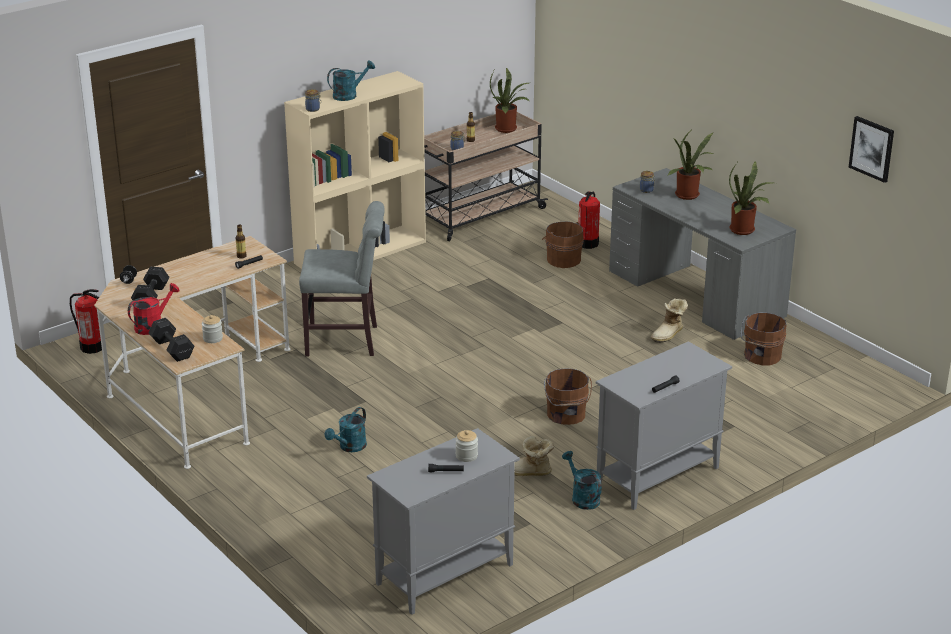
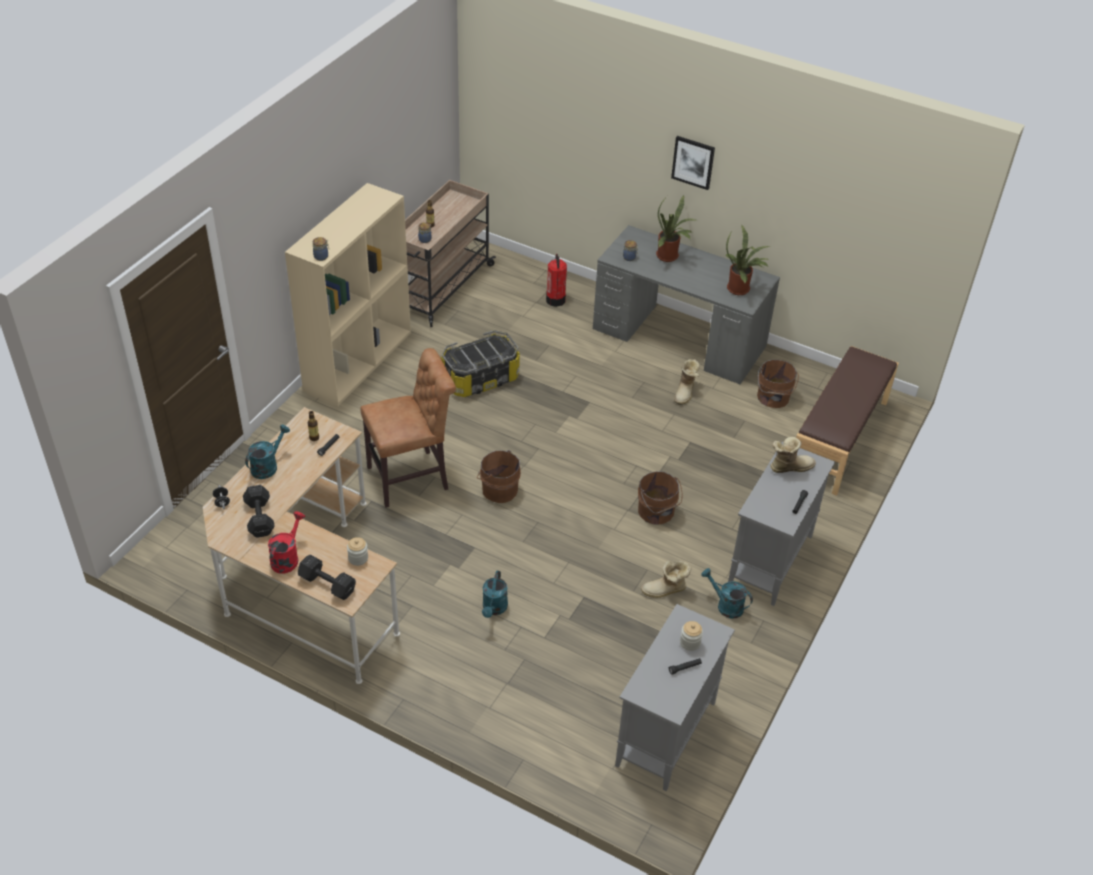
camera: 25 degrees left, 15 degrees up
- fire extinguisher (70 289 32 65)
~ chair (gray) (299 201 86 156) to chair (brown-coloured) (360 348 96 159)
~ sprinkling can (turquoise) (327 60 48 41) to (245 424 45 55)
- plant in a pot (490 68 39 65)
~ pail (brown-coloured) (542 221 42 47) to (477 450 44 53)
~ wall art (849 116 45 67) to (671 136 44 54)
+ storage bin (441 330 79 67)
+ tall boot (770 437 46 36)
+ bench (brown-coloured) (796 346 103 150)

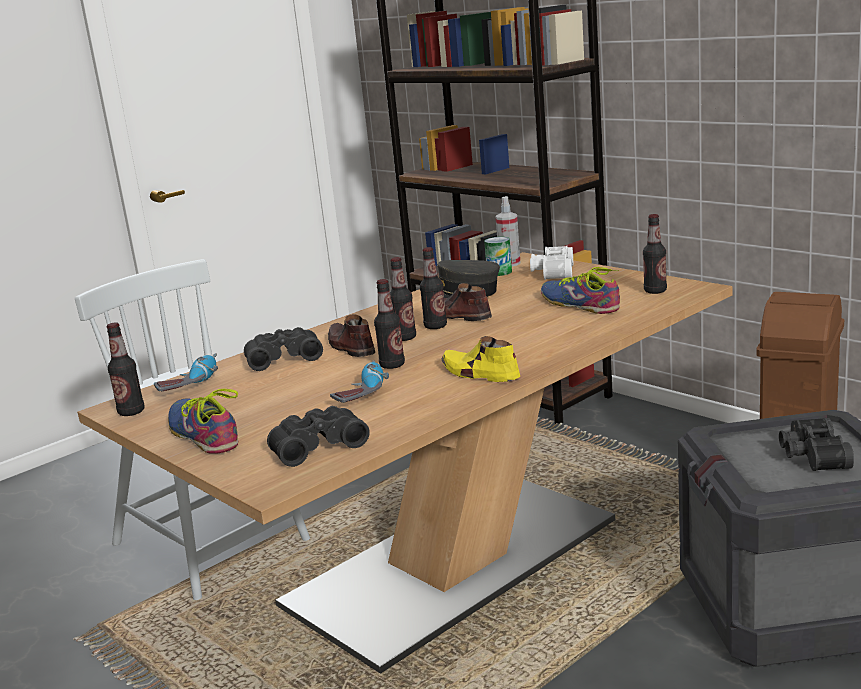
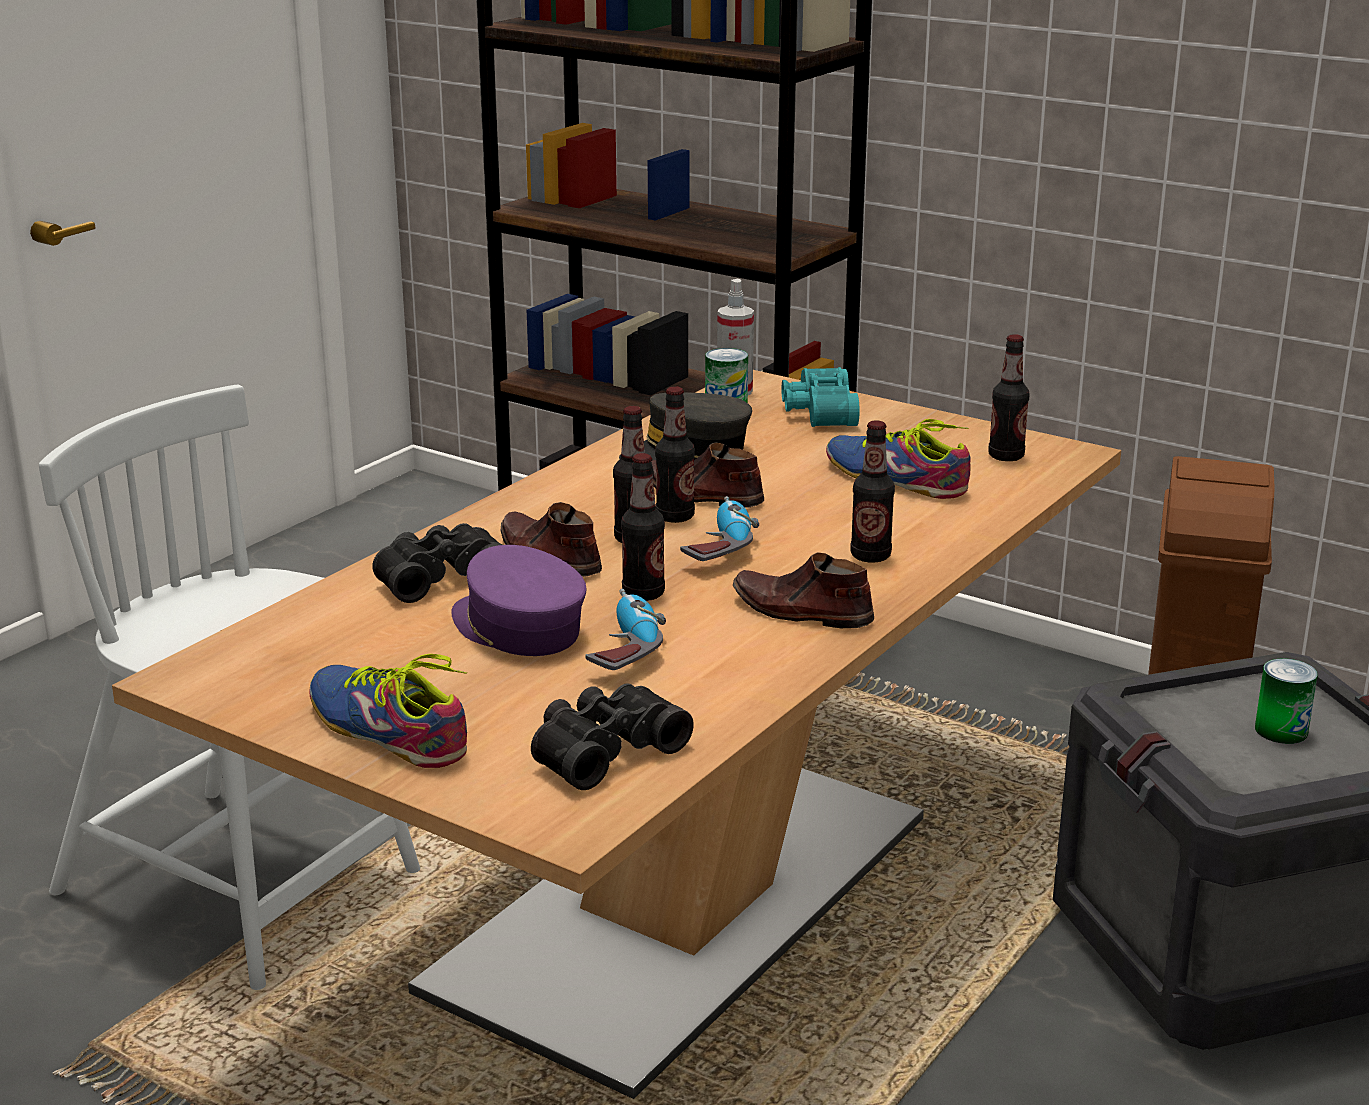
camera: 15 degrees left, 5 degrees up
~ beverage bottle (107 322 37 94) to (850 420 45 142)
~ drill (154 353 64 38) to (680 496 79 65)
~ item of footwear (yellowish) (441 336 79 46) to item of footwear (brown-coloured) (733 552 141 76)
~ field glasses (white-coloured) (530 246 43 34) to field glasses (turquoise) (782 367 78 60)
~ field glasses (black-coloured) (779 418 75 53) to sealed can (1255 659 63 85)
+ cap (purplish) (451 545 136 111)

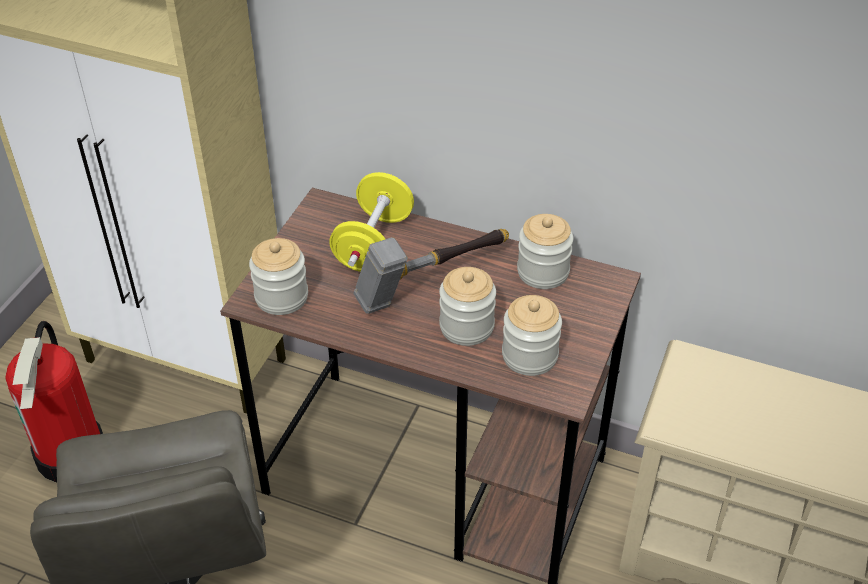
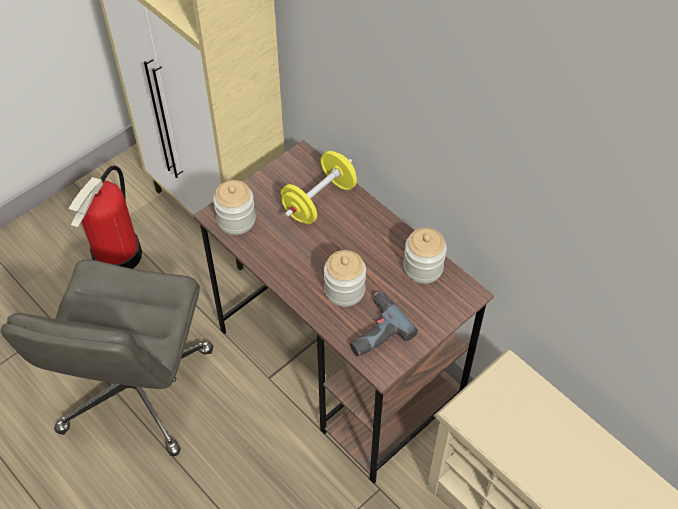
camera: 25 degrees right, 10 degrees up
- hammer (353 229 156 85)
~ jar (502 295 60 81) to drill (350 292 68 64)

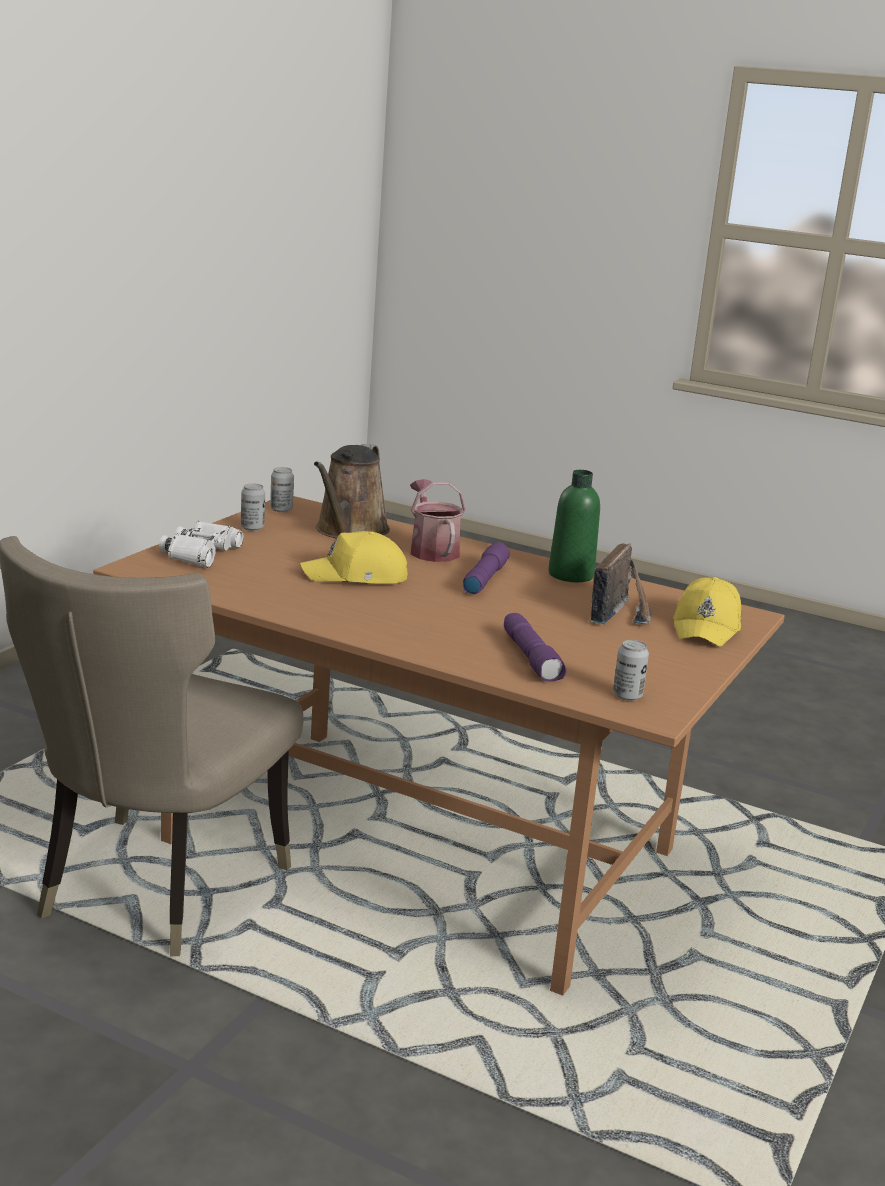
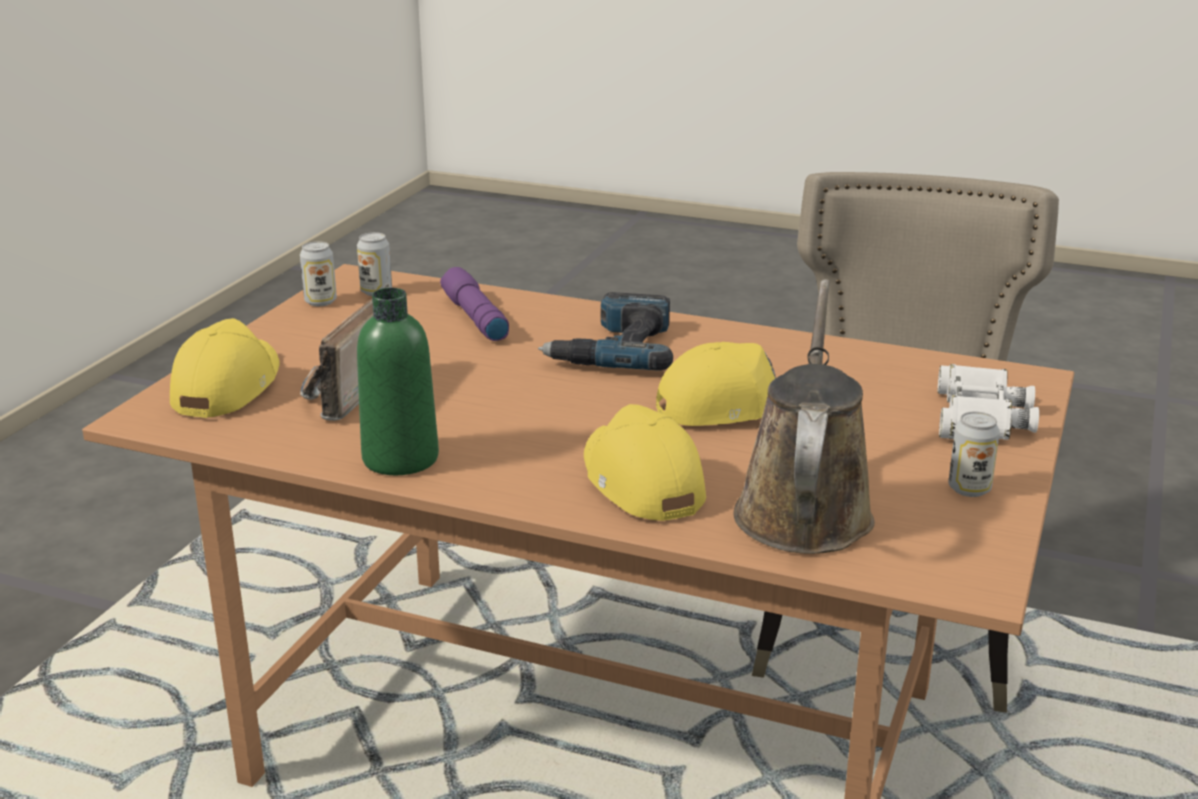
camera: 175 degrees right, 5 degrees up
~ sealed can (270 467 24 45) to (300 241 37 65)
~ sprinkling can (410 479 56 83) to cap (yellowish) (584 404 122 117)
- hand torch (purplish) (463 542 47 52)
+ drill (538 292 135 79)

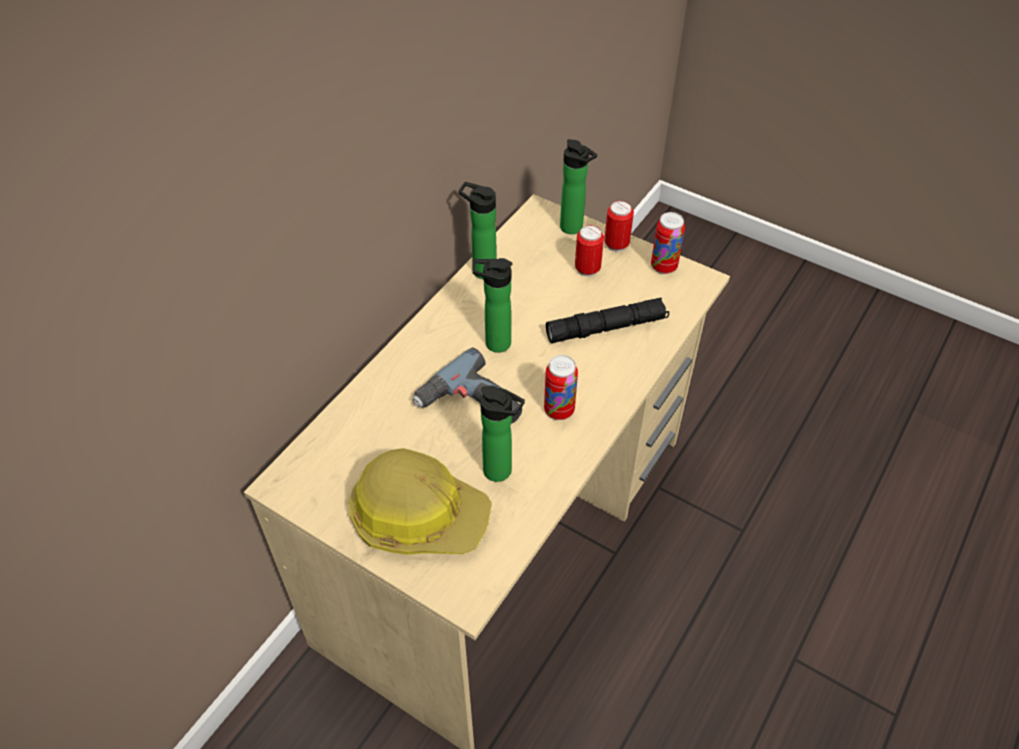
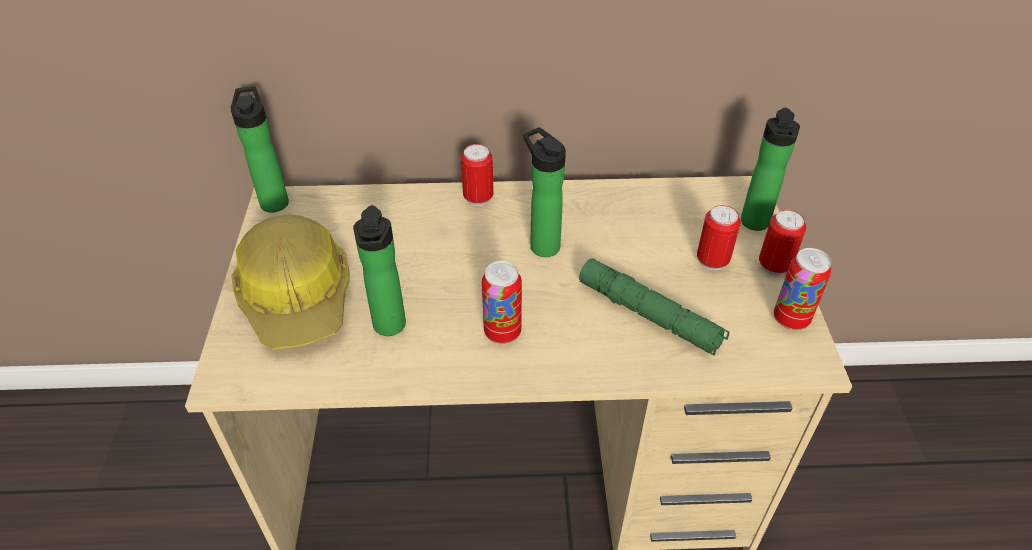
camera: 55 degrees right, 5 degrees down
- drill (413 347 109 77)
~ beverage bottle (459 182 38 97) to (231 86 58 127)
~ hand torch (black-coloured) (546 298 123 45) to hand torch (green-coloured) (579 258 151 98)
+ sealed can (461 144 33 62)

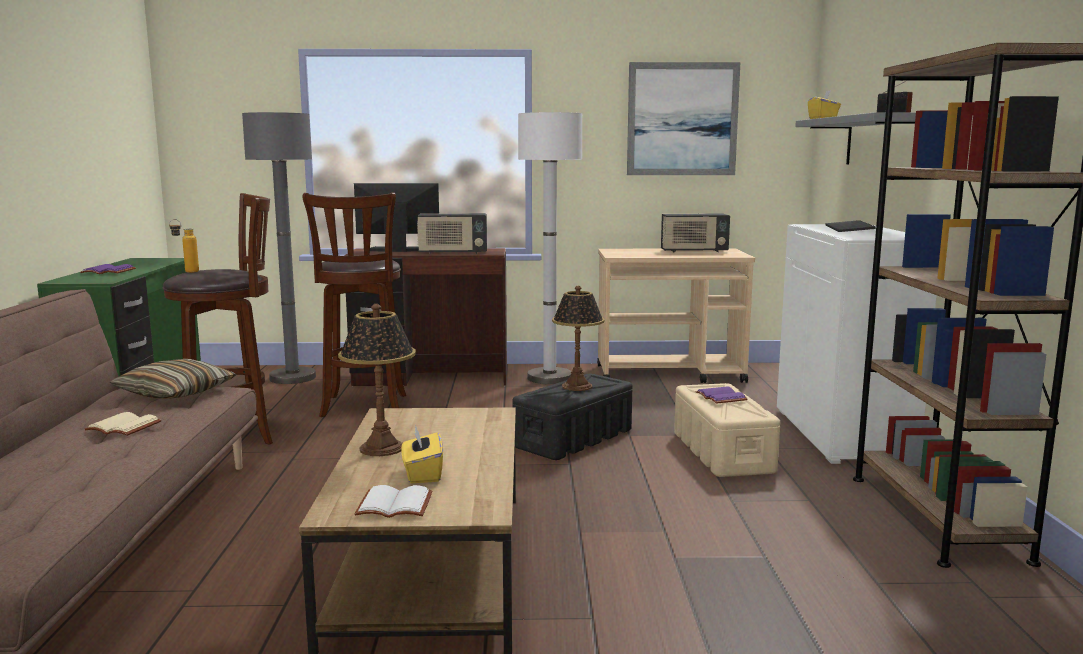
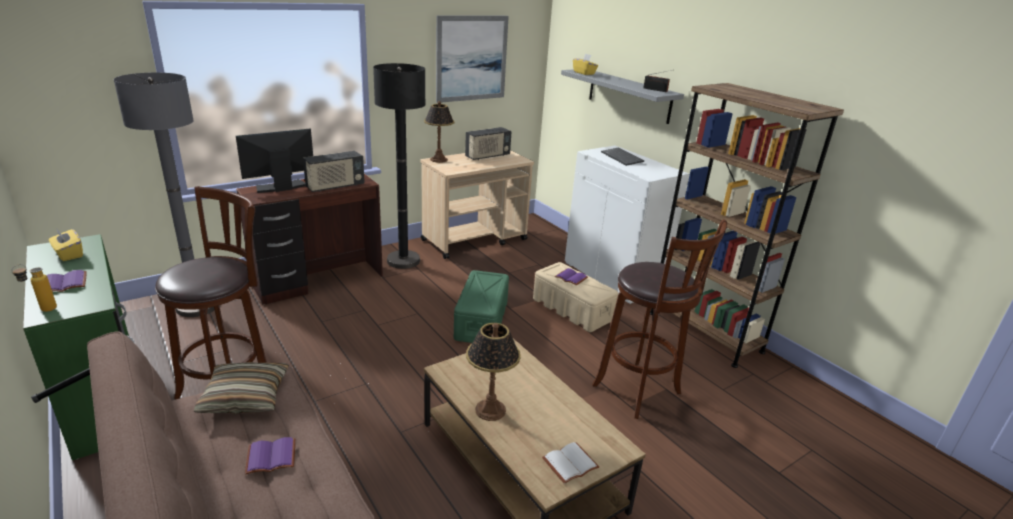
camera: 35 degrees left, 15 degrees up
~ bound book (beige) (85 412 77 24) to bound book (purplish) (245 437 50 38)
~ beverage bottle (169 219 30 54) to (11 264 46 48)
~ stool seat (brown-coloured) (302 192 104 225) to (592 219 135 200)
~ tissue holder (yellowish) (401 425 42 58) to (49 228 34 33)
~ storage bin (black-coloured) (512 374 121 86) to storage bin (green-coloured) (454 270 55 73)
~ standard lamp (white-coloured) (518 112 64 272) to standard lamp (black-coloured) (373 63 53 206)
~ table lamp (552 286 53 105) to (424 101 30 62)

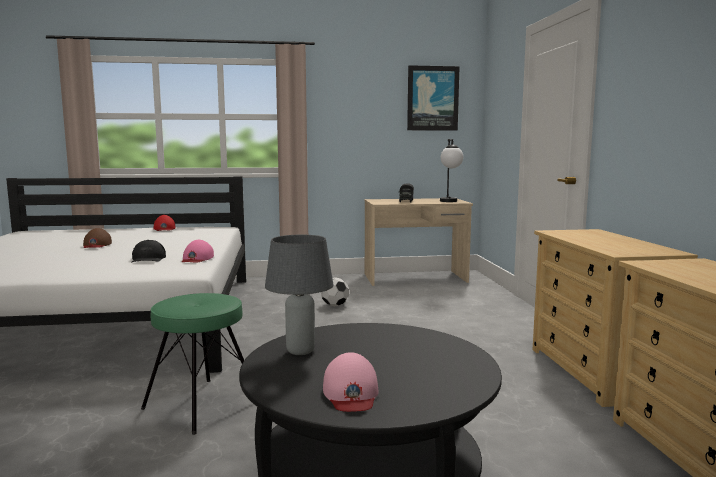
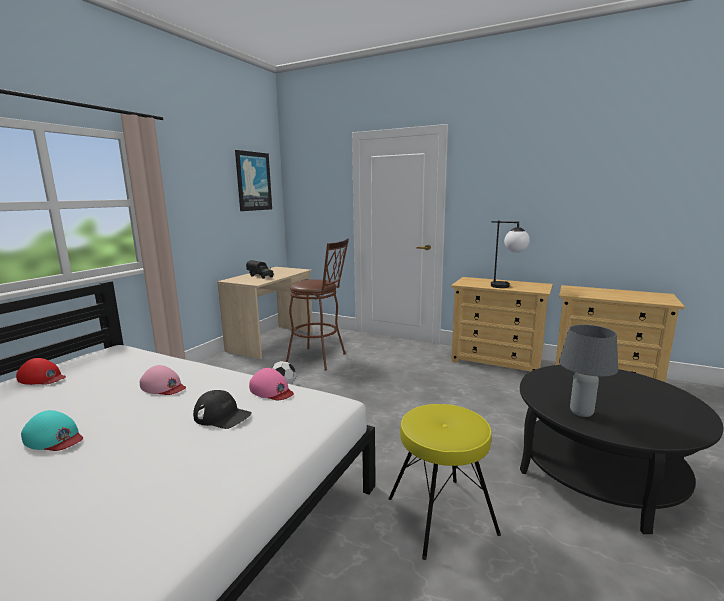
camera: 55 degrees left, 5 degrees up
~ cap (brown-coloured) (83 228 29 20) to cap (turquoise) (21 410 62 41)
~ stool seat (green-coloured) (141 293 103 142) to stool seat (yellowish) (388 404 113 156)
~ cap (pink-coloured) (323 352 56 60) to (140 365 46 30)
~ table lamp (440 139 23 63) to (491 221 39 67)
+ stool seat (brown-coloured) (286 238 63 133)

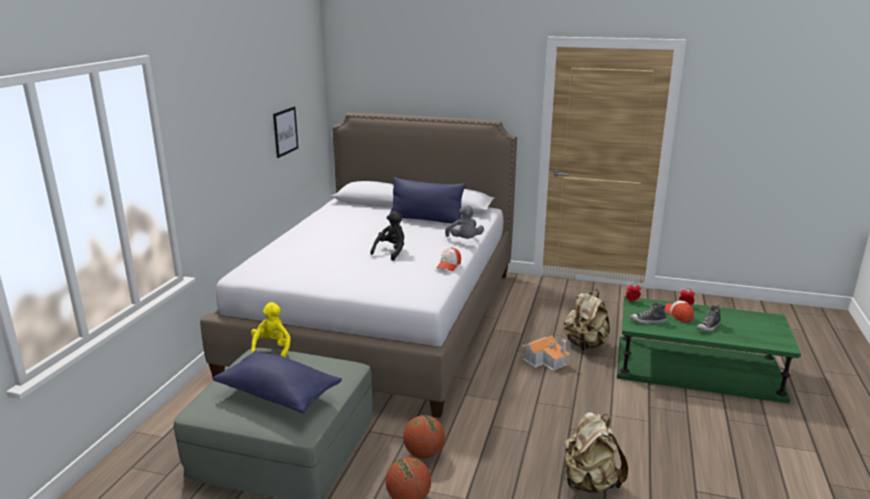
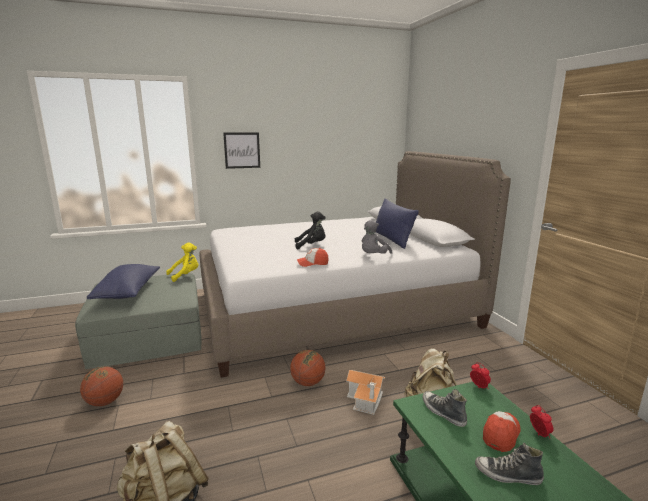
camera: 55 degrees right, 5 degrees down
~ wall art (273 107 25 51) to (223 133 37 36)
~ ball for basketball (403 415 42 43) to (290 350 36 36)

